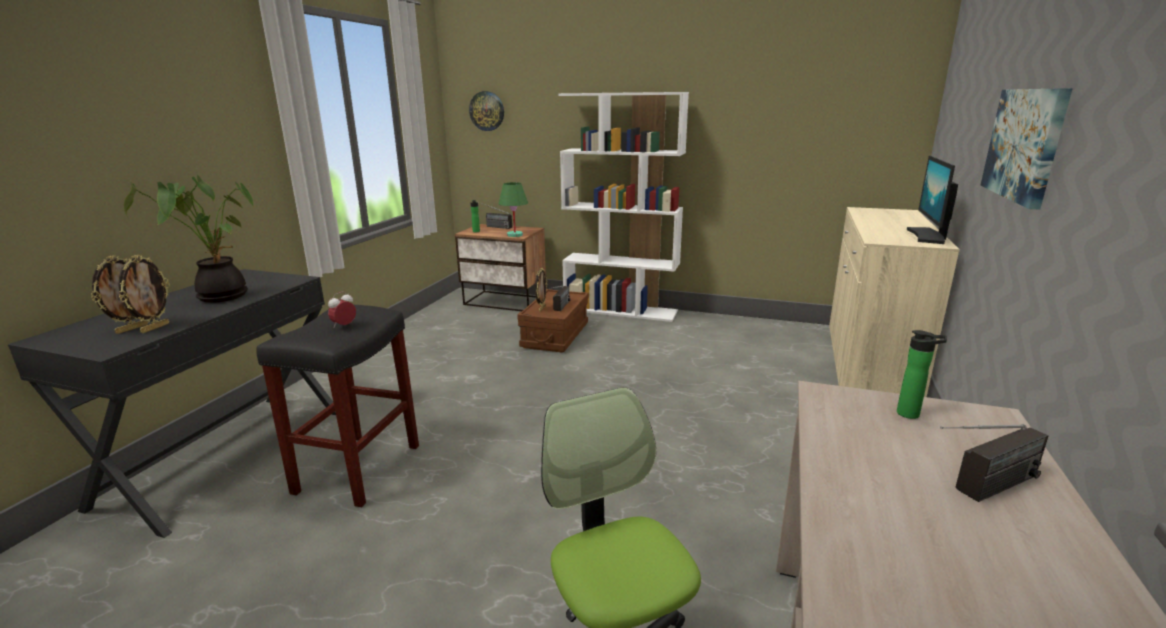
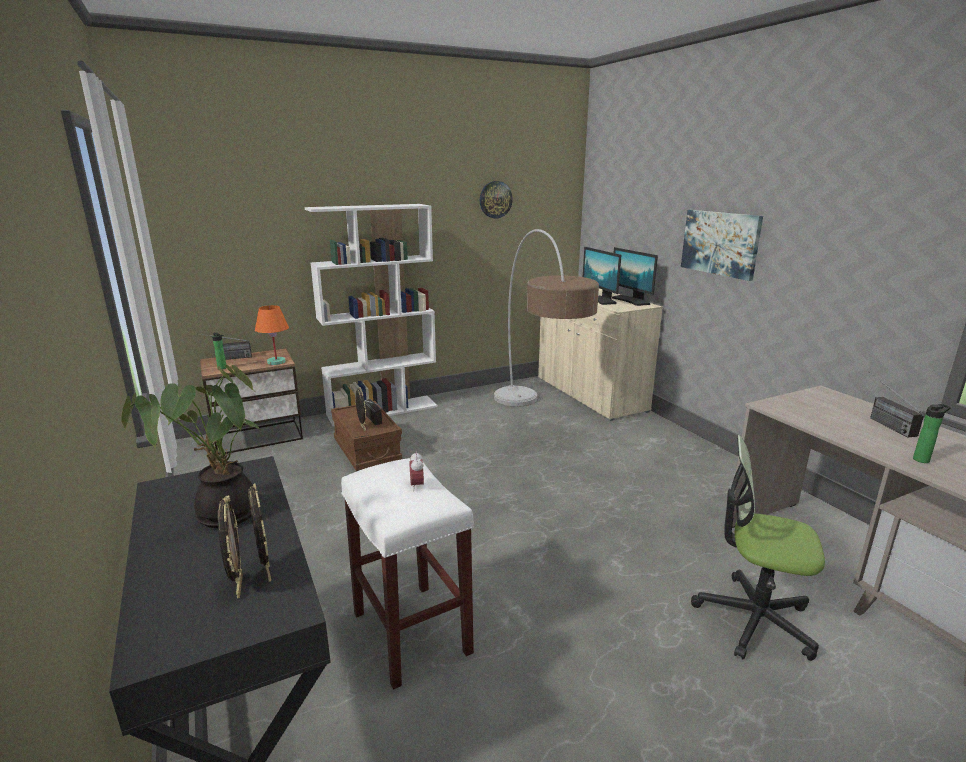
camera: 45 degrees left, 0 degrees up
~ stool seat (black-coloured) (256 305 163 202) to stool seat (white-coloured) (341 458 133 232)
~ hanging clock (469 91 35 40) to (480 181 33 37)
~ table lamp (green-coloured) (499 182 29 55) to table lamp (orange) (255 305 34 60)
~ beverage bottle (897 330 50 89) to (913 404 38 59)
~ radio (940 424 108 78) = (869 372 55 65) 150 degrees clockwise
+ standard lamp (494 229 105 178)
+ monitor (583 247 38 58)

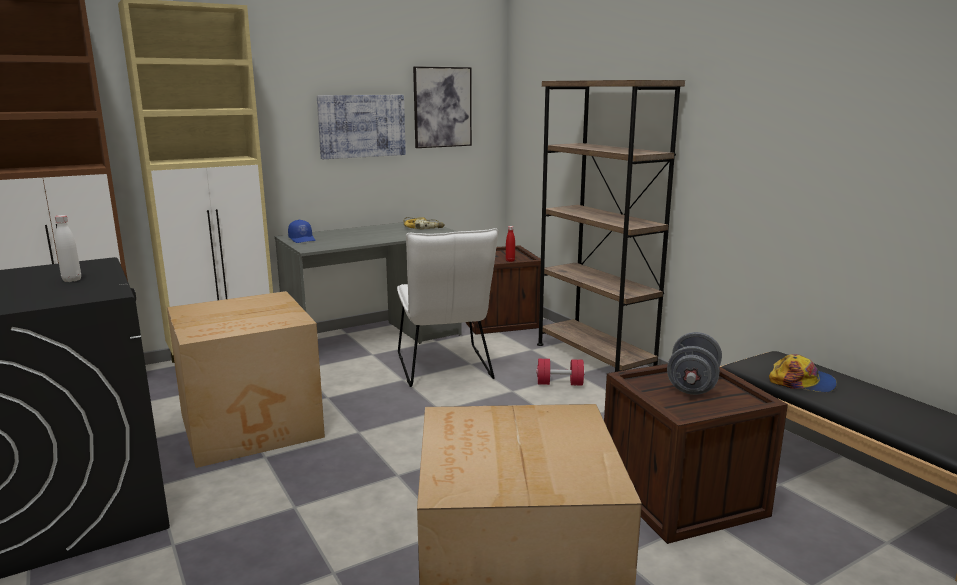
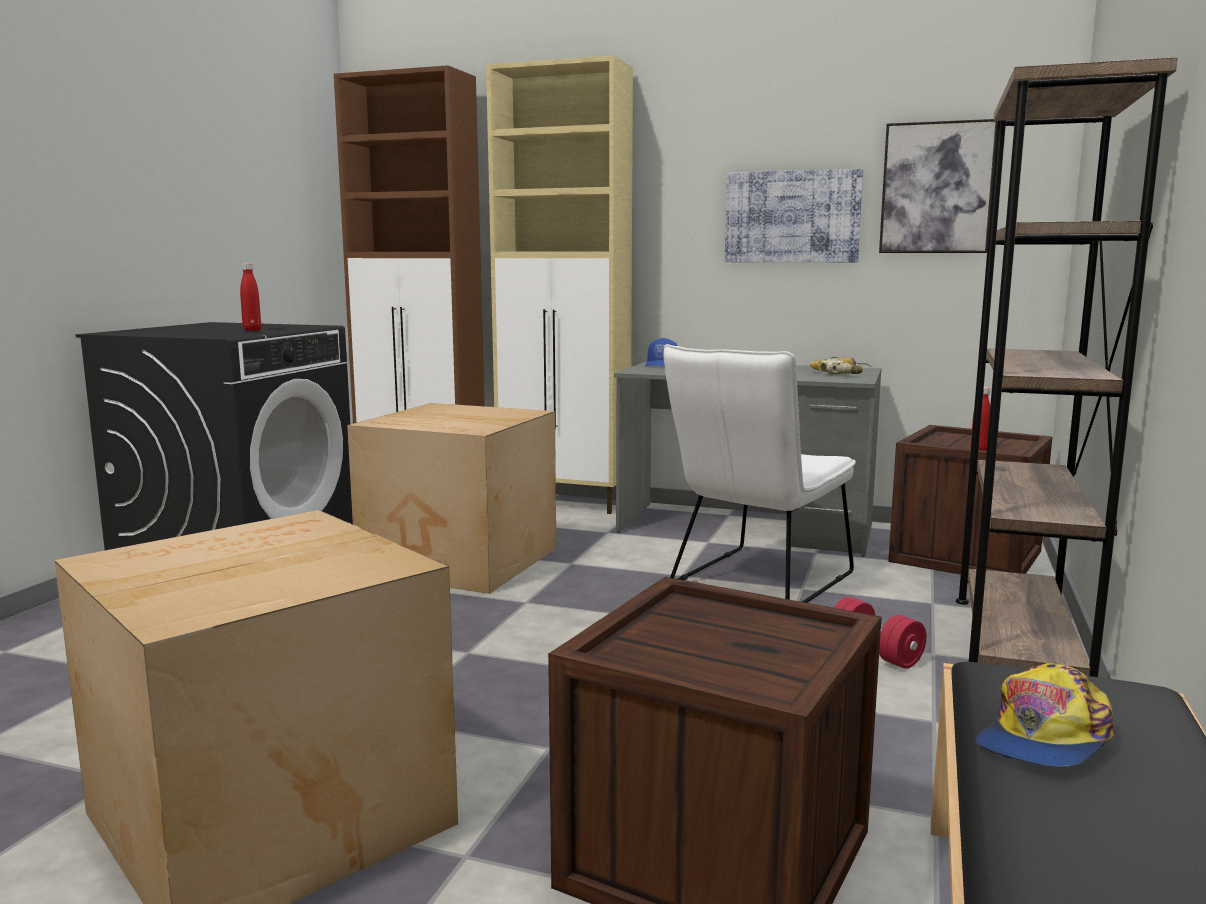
camera: 50 degrees right, 5 degrees down
~ beverage bottle (white-coloured) (55 215 26 67) to beverage bottle (reddish) (240 263 21 68)
- hand weight (gray) (667 332 55 63)
~ cap (769 354 68 38) = (975 663 140 104) 60 degrees clockwise

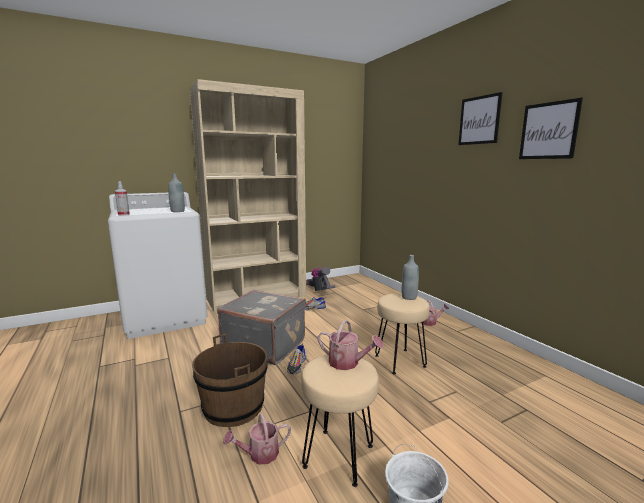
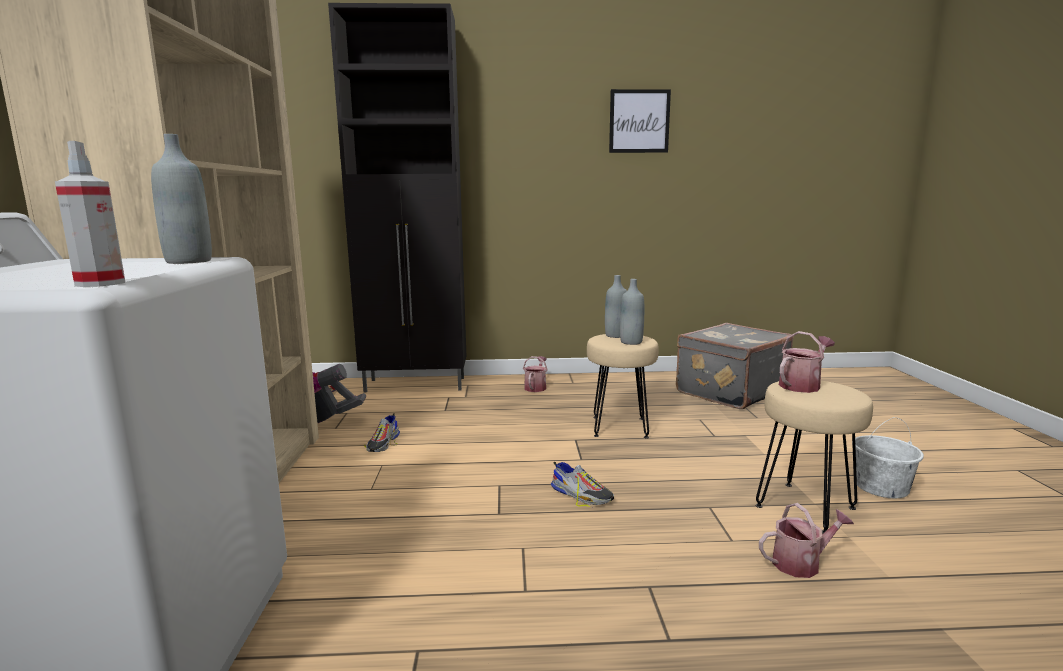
camera: 65 degrees left, 0 degrees up
- pail (brown-coloured) (192 334 75 93)
~ piece of luggage (gray) (217 290 89 75) to (676 323 118 86)
~ sprinkling can (223 414 68 51) = (759 503 95 75) 105 degrees counterclockwise
- wall art (459 92 44 53)
+ cupboard (black-coloured) (328 3 138 390)
+ beverage bottle (gray) (620 279 24 66)

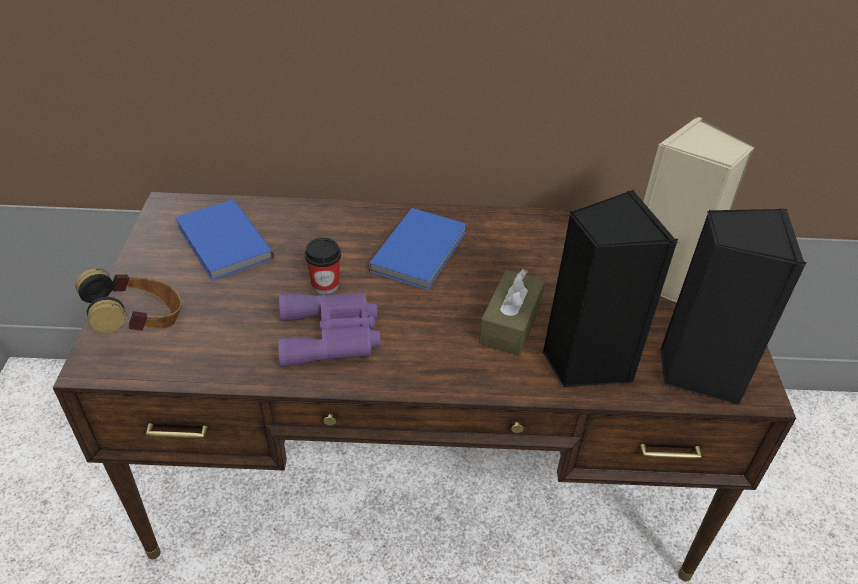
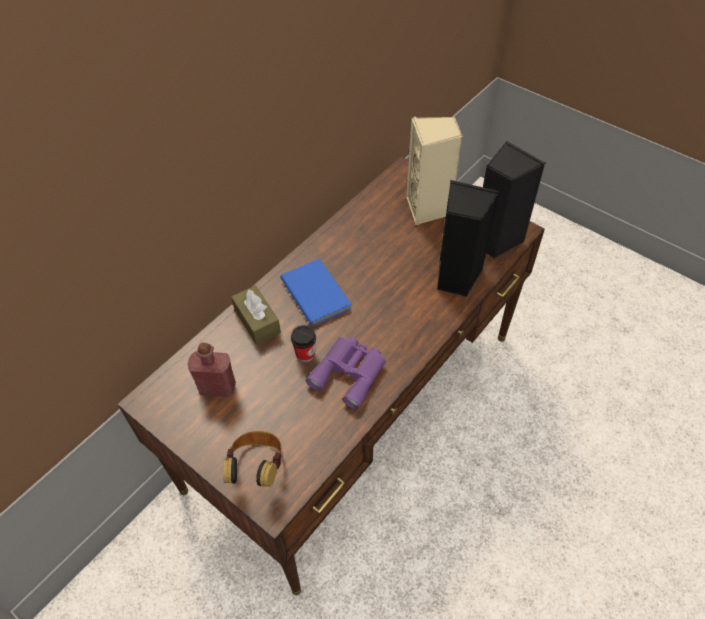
camera: 50 degrees left, 10 degrees up
~ bound book (blue-coloured) (175 199 99 82) to beverage bottle (reddish) (188 342 48 55)
~ tissue holder (brown-coloured) (479 269 66 87) to (231 286 50 59)

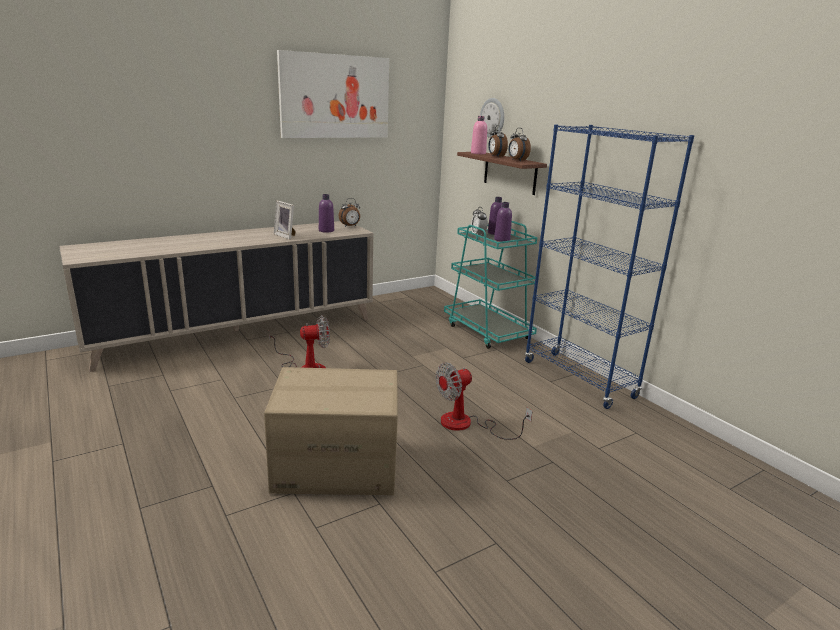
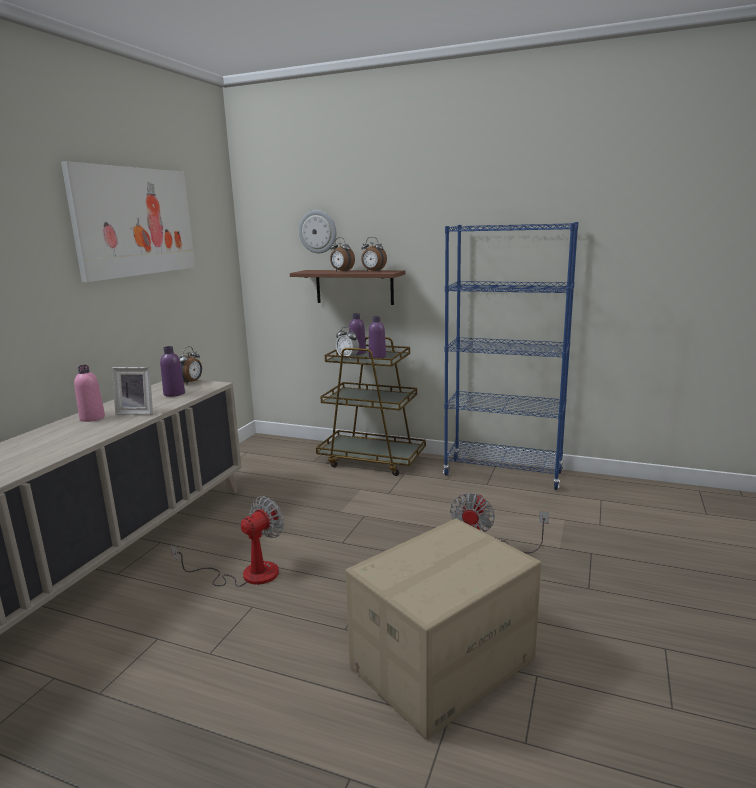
camera: 35 degrees left, 5 degrees down
~ cart (turquoise) (444 221 93 128) to cart (brown-coloured) (316 336 110 140)
~ beverage bottle (pink-coloured) (471 116 16 38) to (74 365 31 57)

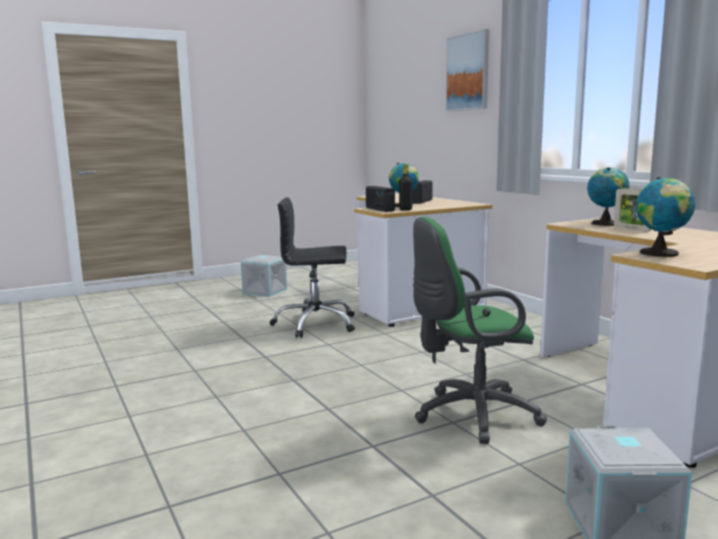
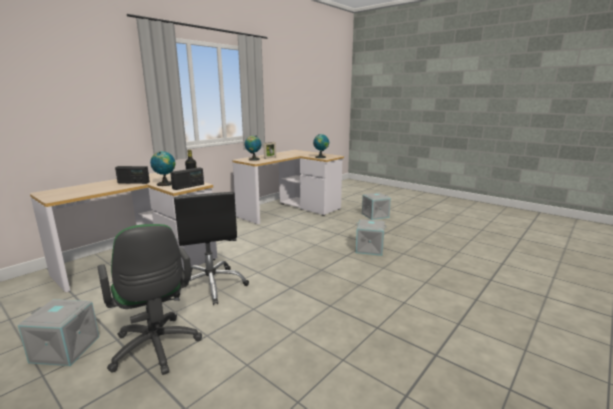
camera: 110 degrees left, 5 degrees up
~ office chair (green-coloured) (413 217 134 227) to (97 224 105 151)
- wall art (446 29 43 82)
+ storage bin (gray) (356 219 30 37)

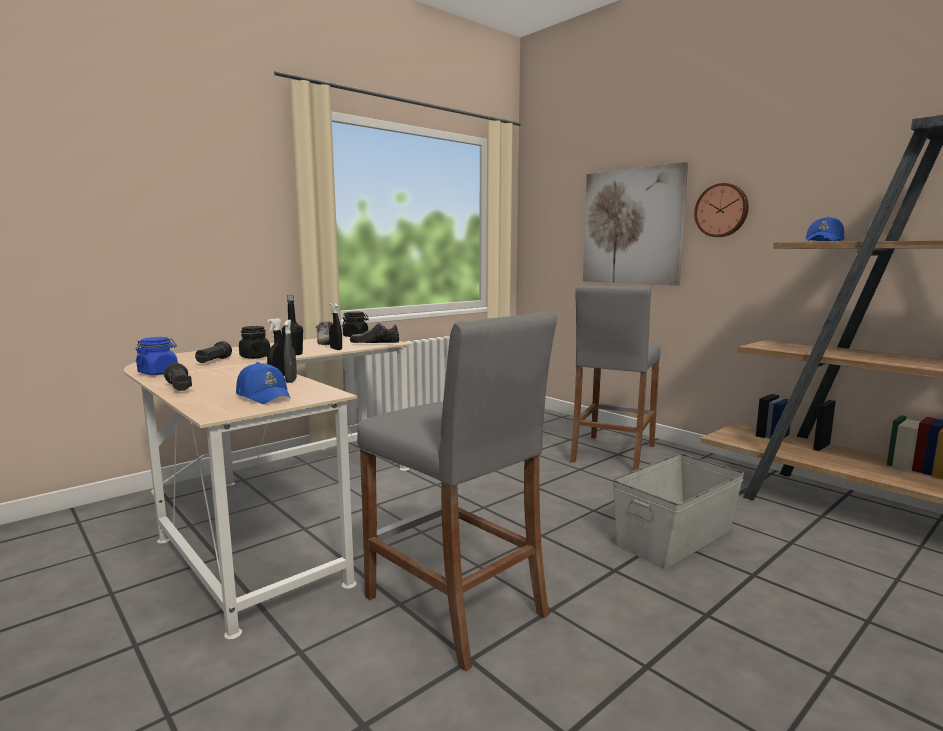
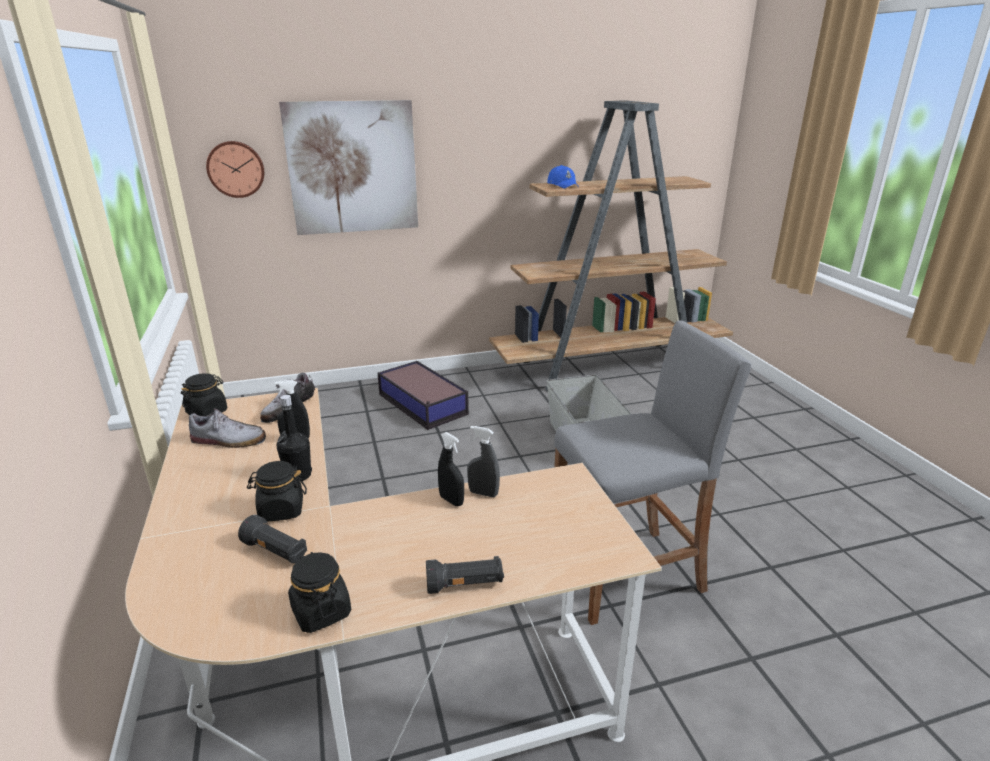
camera: 65 degrees left, 15 degrees up
~ jar (blue-coloured) (136 337 42 38) to jar (black-coloured) (288 552 63 81)
- cap (blue-coloured) (236 362 54 42)
~ stool seat (gray) (570 285 91 186) to storage bin (378 361 91 69)
~ hanging clock (694 183 55 54) to (206 141 58 57)

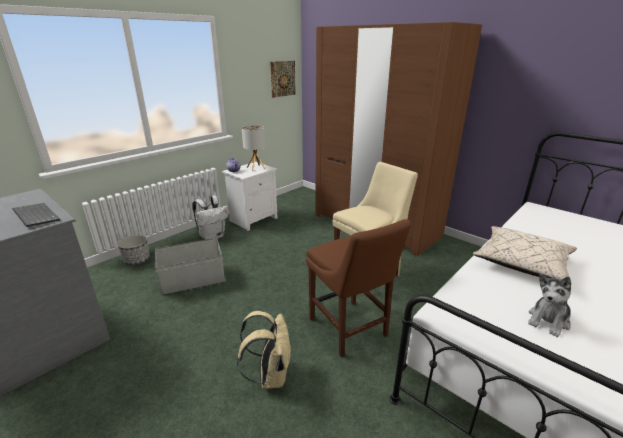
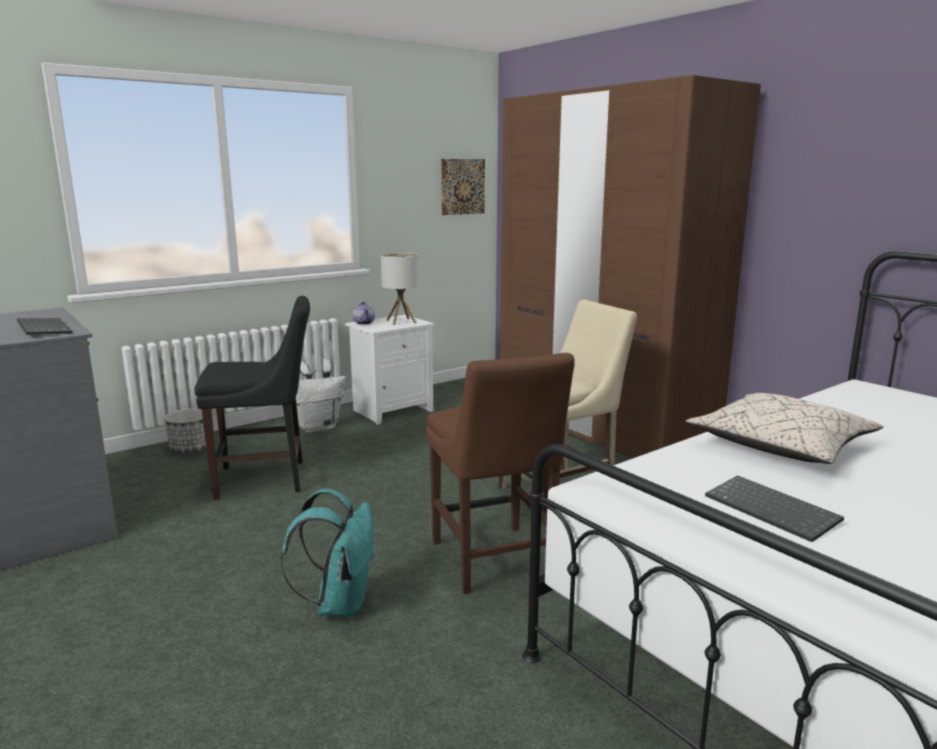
camera: 10 degrees right, 10 degrees down
~ storage bin (gray) (155 238 70 57) to chair (black-coloured) (195 296 115 204)
~ rucksack (beige) (237 311 54 78) to rucksack (turquoise) (281 489 93 129)
~ plush toy (528 274 43 63) to computer keyboard (705 475 139 67)

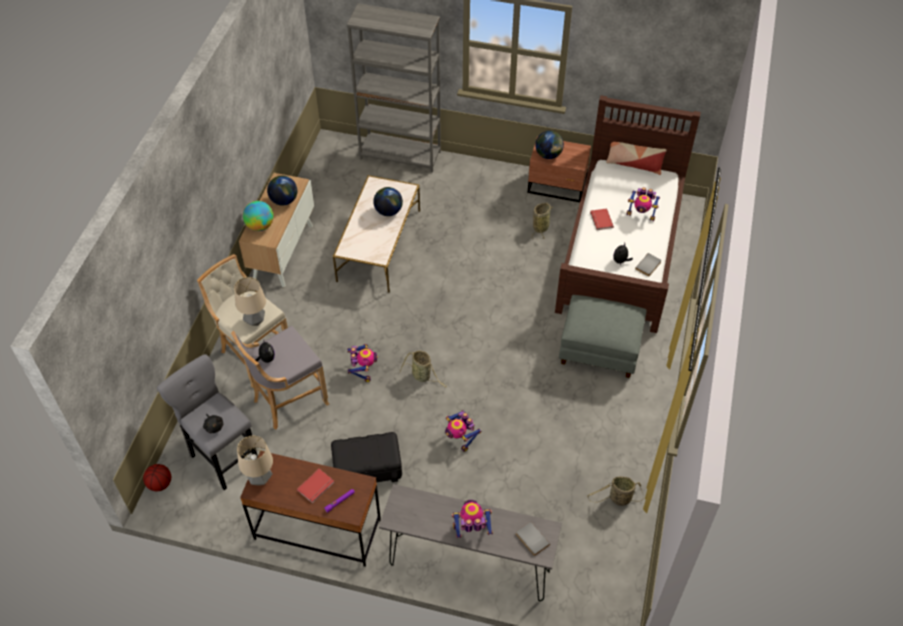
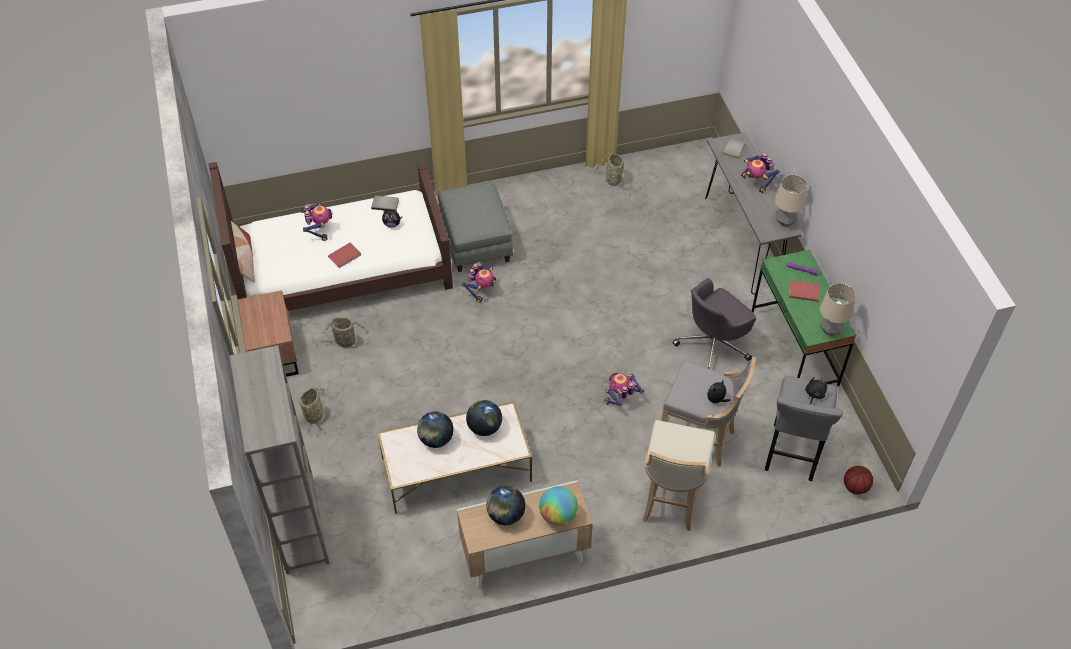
camera: 120 degrees left, 0 degrees up
~ table lamp (234 277 32 49) to (775 175 32 51)
~ desk table (brown-coloured) (240 451 141 116) to desk table (green-coloured) (752 250 104 136)
~ storage bin (black-coloured) (331 432 71 50) to office chair (gray) (673 278 83 90)
~ household basket (400 351 47 37) to (300 385 24 49)
~ robot figure (445 410 37 42) to (461 263 35 40)
~ world globe (535 131 29 28) to (466 400 36 36)

